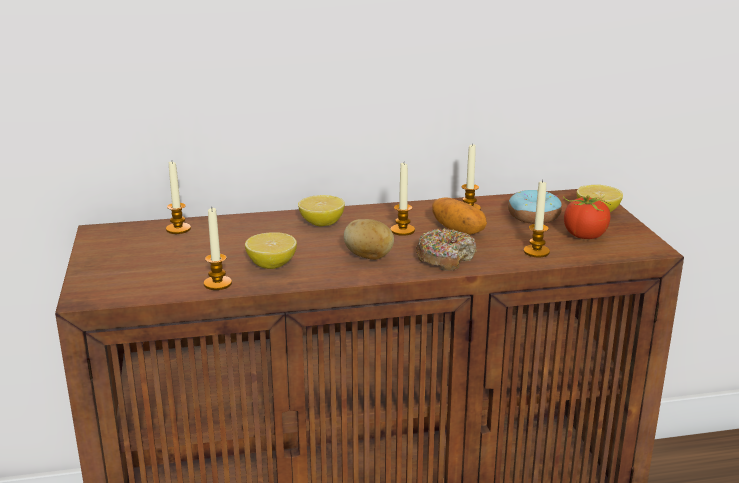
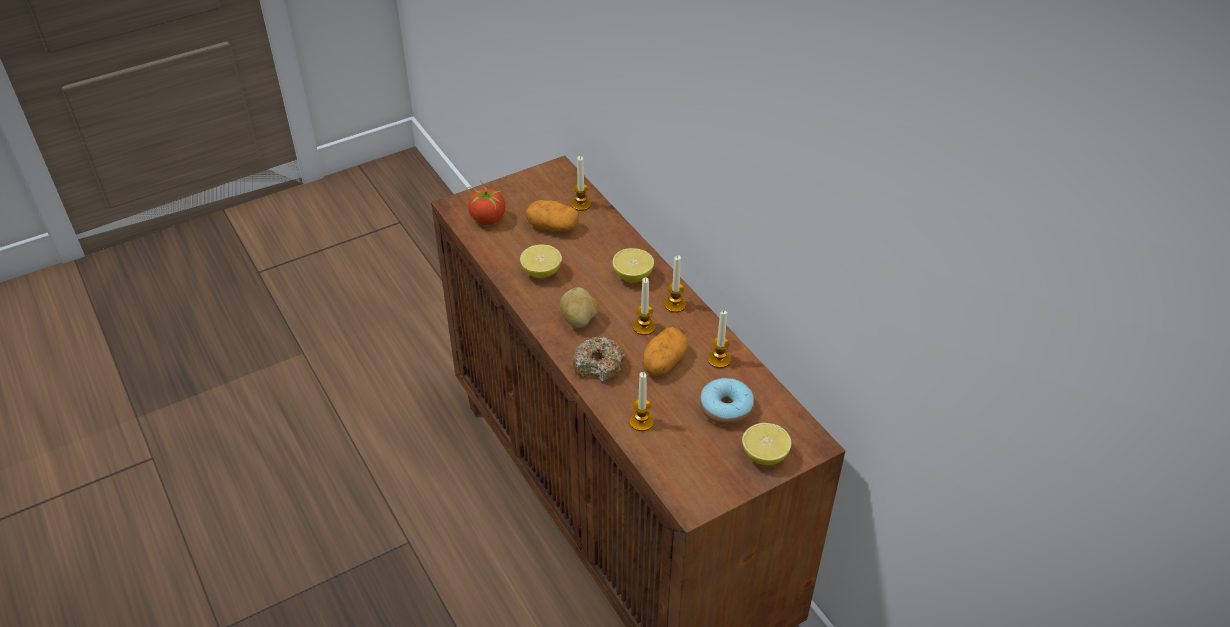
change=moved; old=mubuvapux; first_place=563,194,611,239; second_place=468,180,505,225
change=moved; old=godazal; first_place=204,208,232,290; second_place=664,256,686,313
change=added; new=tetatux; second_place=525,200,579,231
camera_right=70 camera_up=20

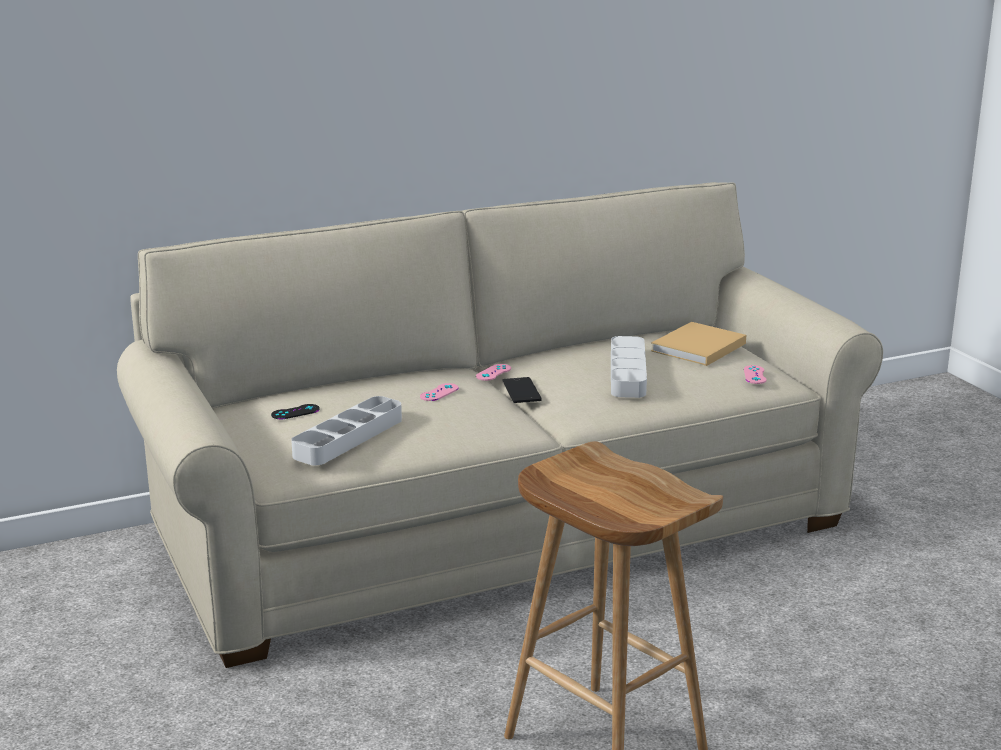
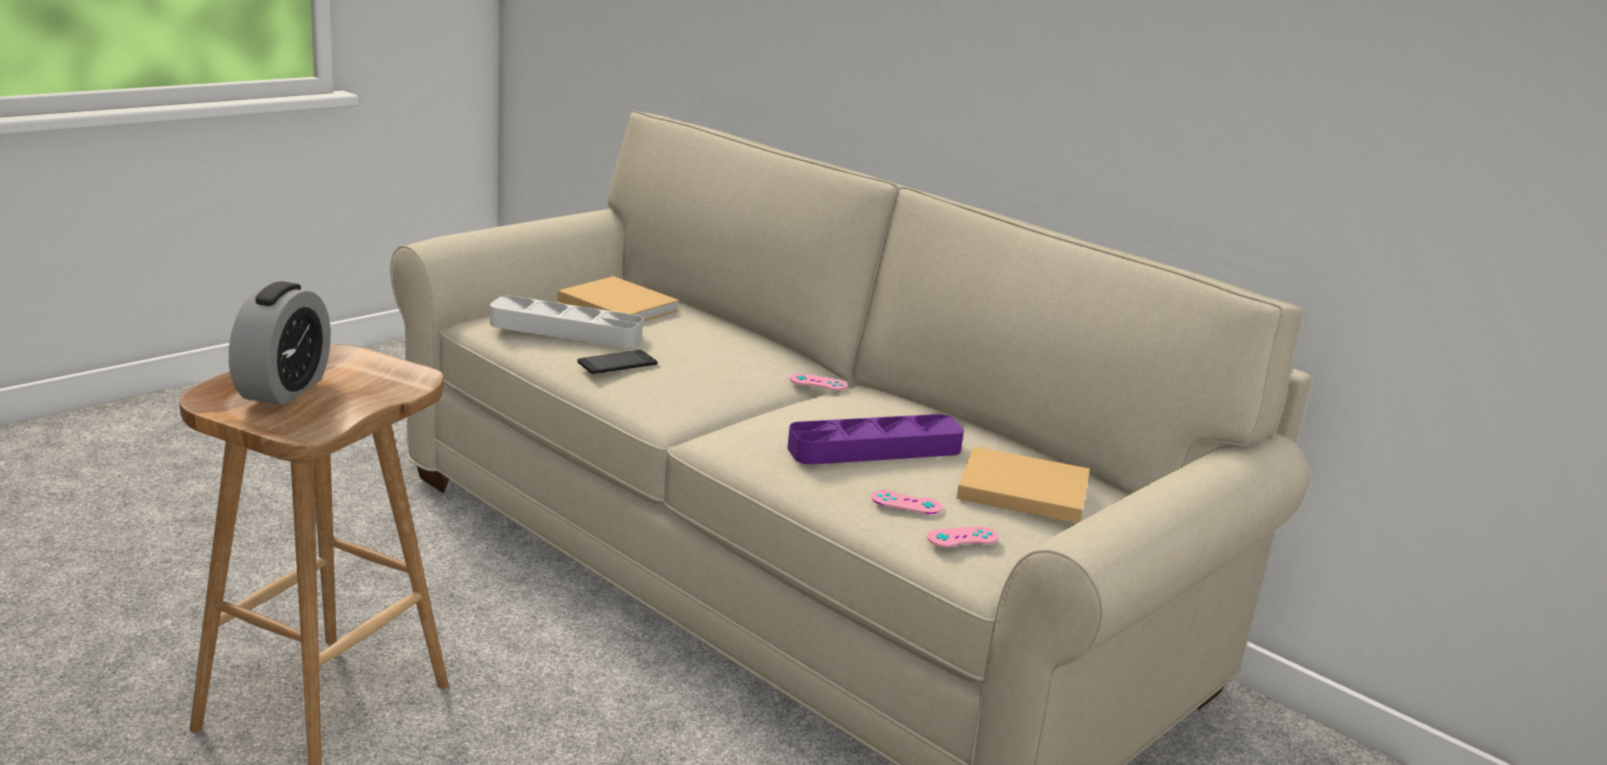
change=recoloured; old=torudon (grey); new=torudon (purple); first_place=611,336,647,398; second_place=787,414,964,465
change=moved; old=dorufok; first_place=503,377,542,403; second_place=577,350,657,374
change=moved; old=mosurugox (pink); first_place=420,383,459,401; second_place=871,490,943,514
change=replaced; old=mosurugox (black); new=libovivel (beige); first_place=271,404,320,419; second_place=558,276,679,321
change=added; new=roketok; second_place=229,281,331,405
camera_right=65 camera_up=0

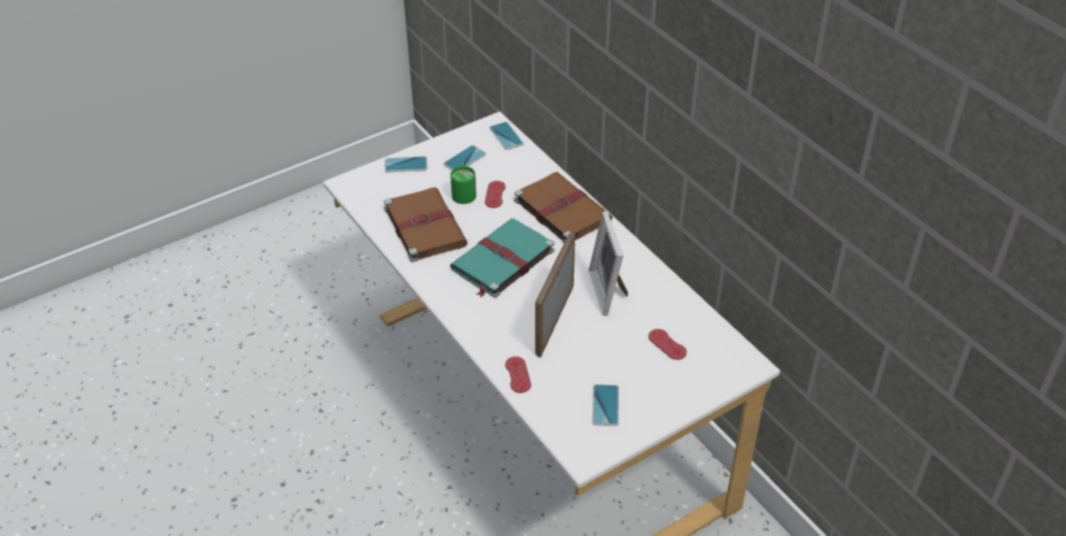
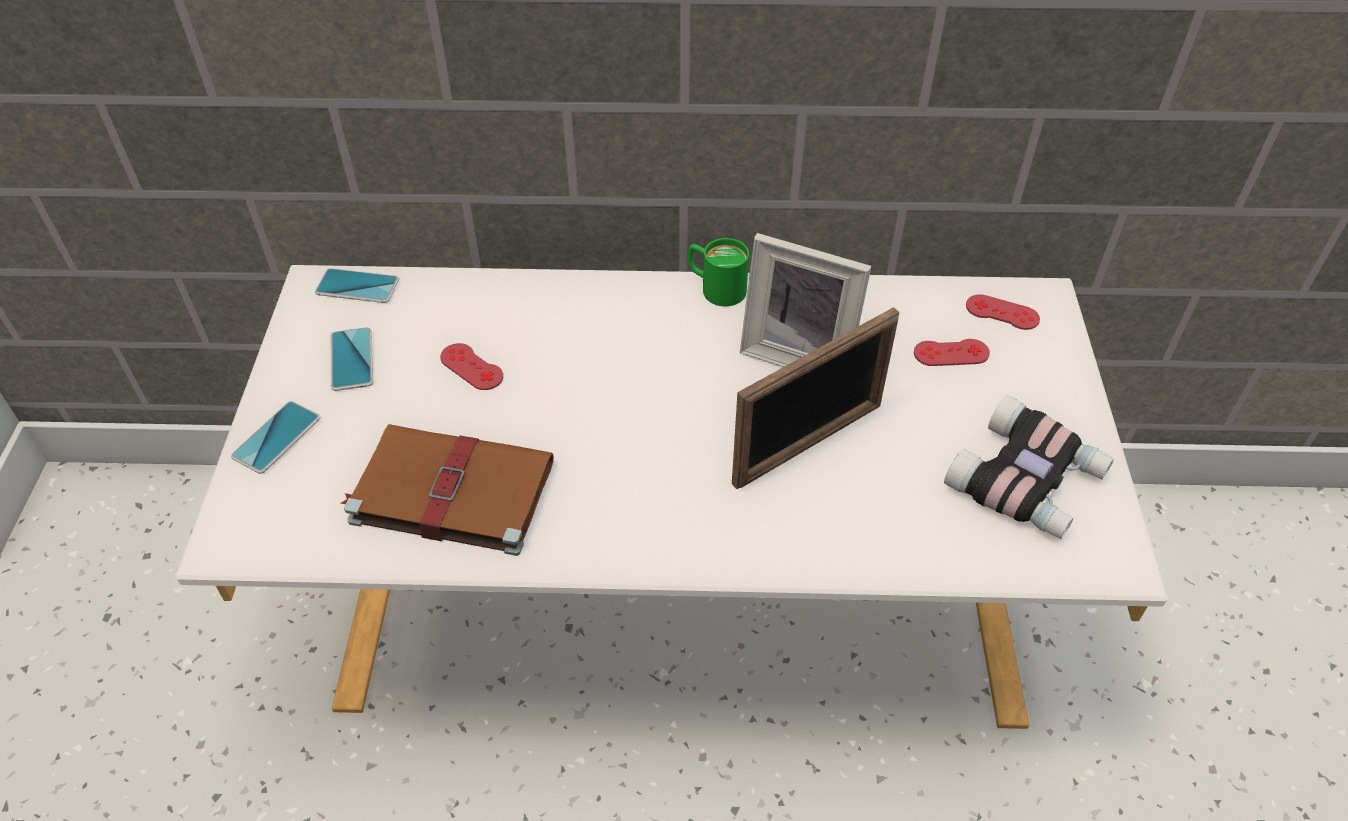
change=moved; old=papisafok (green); first_place=450,163,476,204; second_place=688,238,749,306
change=removed; old=libovivel (brown); first_place=514,172,612,243
change=removed; old=libovivel (turquoise); first_place=450,218,555,298
change=turned; old=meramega; first_place=535,232,575,357; second_place=732,307,899,489; degrees=-90
change=moved; old=mosurugox (red); first_place=505,357,531,393; second_place=966,294,1040,330
change=replaced; old=dorufok; new=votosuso; first_place=592,384,619,426; second_place=944,395,1114,539
camera_right=-55 camera_up=5

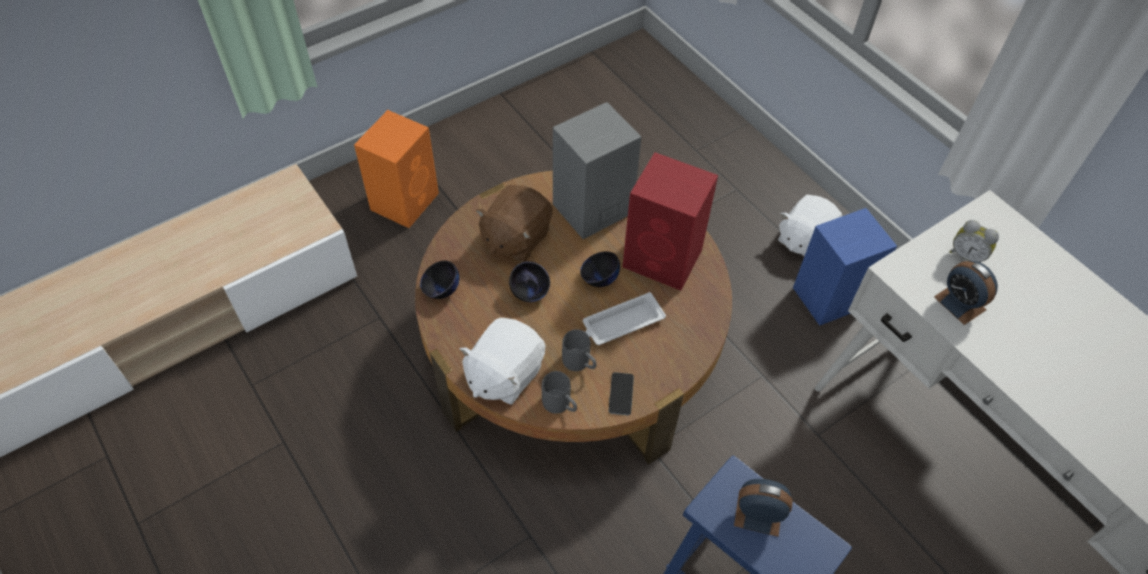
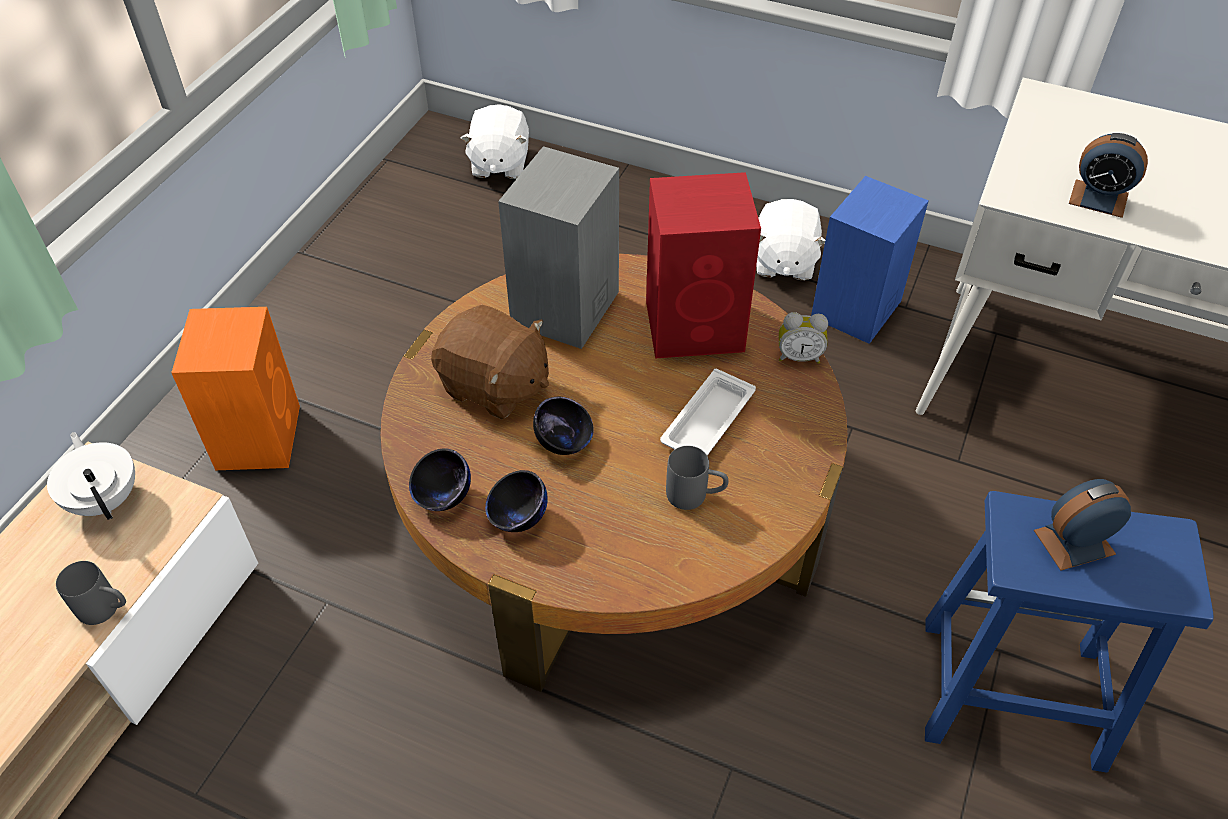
change=turned; old=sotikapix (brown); first_place=476,185,552,262; second_place=431,305,549,419; degrees=-60
change=moved; old=roketok; first_place=950,220,999,263; second_place=779,312,828,364
change=moved; old=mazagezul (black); first_place=580,251,620,287; second_place=485,470,548,532
change=moved; old=sotikapix (white); first_place=459,318,546,405; second_place=460,104,529,179
change=moved; old=papisafok (grey); first_place=542,371,577,414; second_place=56,561,126,625
change=removed; old=dorufok; first_place=609,372,634,415
change=added; new=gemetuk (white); second_place=47,432,135,520
camera_right=-30 camera_up=-5

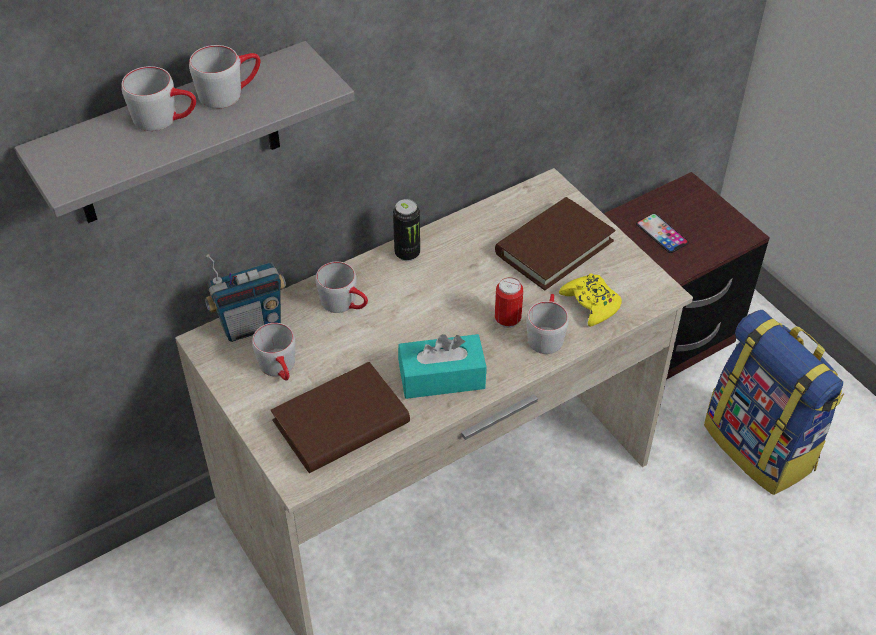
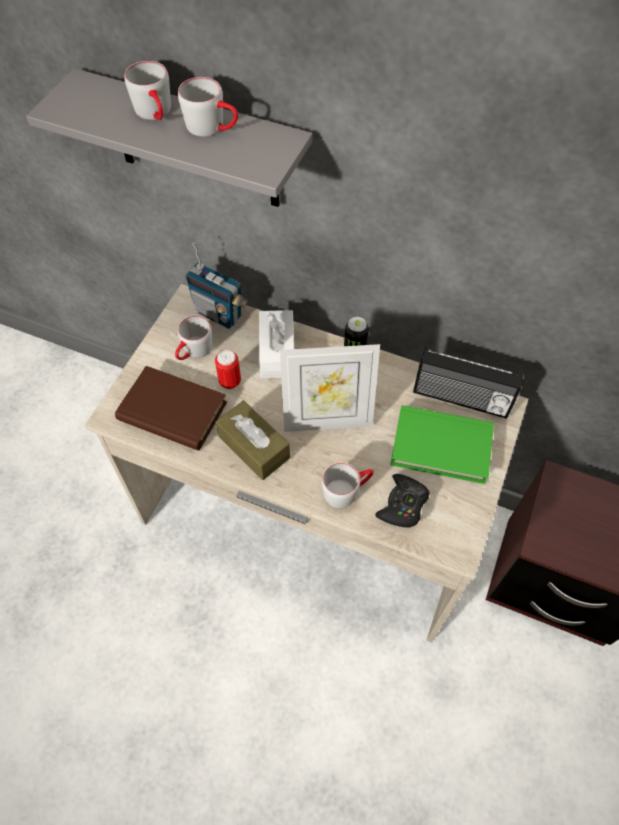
change=recoloured; old=libovivel (brown); new=libovivel (green); first_place=495,197,615,290; second_place=390,405,494,484
change=removed; old=dorufok; first_place=636,213,689,253
change=replaced; old=papisafok (grey); new=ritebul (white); first_place=315,262,368,313; second_place=259,310,294,378
change=recoloured; old=mosurugox (yellow); new=mosurugox (black); first_place=559,273,622,327; second_place=375,474,430,527
change=moved; old=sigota; first_place=495,277,523,328; second_place=215,350,241,389
change=removed; old=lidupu; first_place=704,310,844,495
change=recoloured; old=ritebul (turquoise); new=ritebul (brown); first_place=398,334,486,399; second_place=216,401,290,480
change=added; new=meramega; second_place=280,344,380,432
change=added; new=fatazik; second_place=413,347,524,419
camera_right=55 camera_up=10

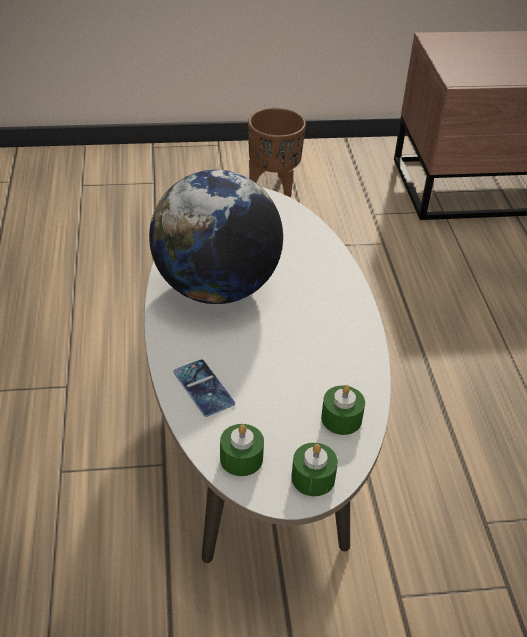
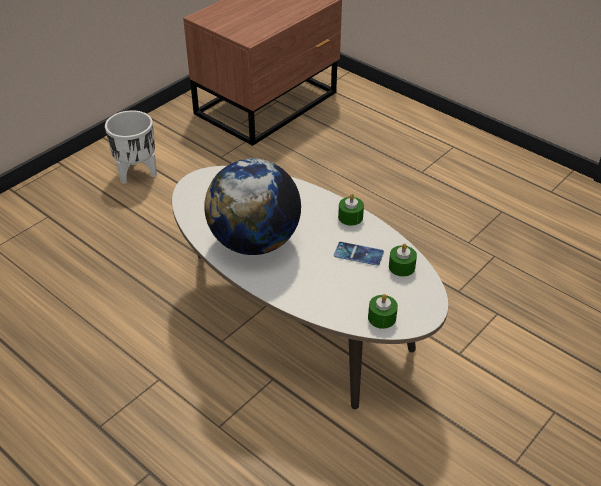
change=recoloured; old=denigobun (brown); new=denigobun (white); first_place=248,108,306,198; second_place=105,110,157,184
change=moved; old=dorufok; first_place=174,359,235,417; second_place=334,242,384,266
change=moved; old=godazal (green); first_place=291,443,338,496; second_place=338,194,364,226
camera_right=-40 camera_up=0

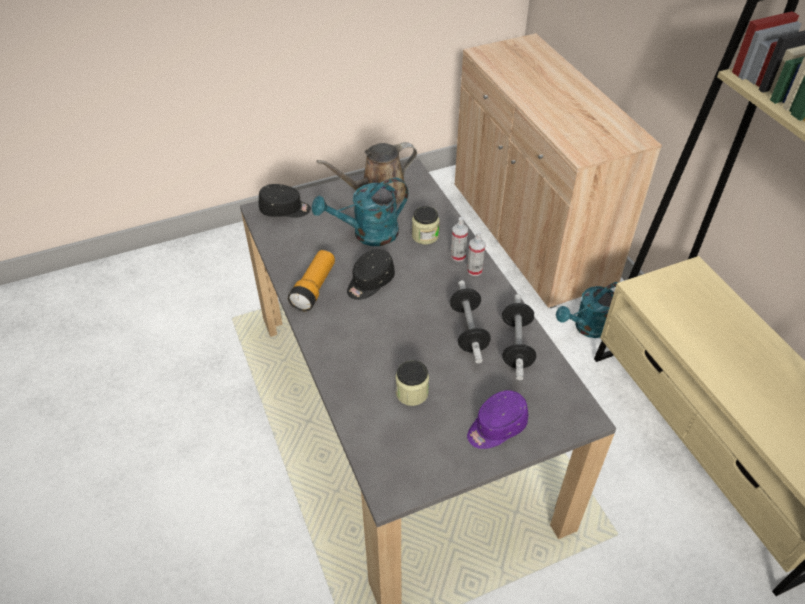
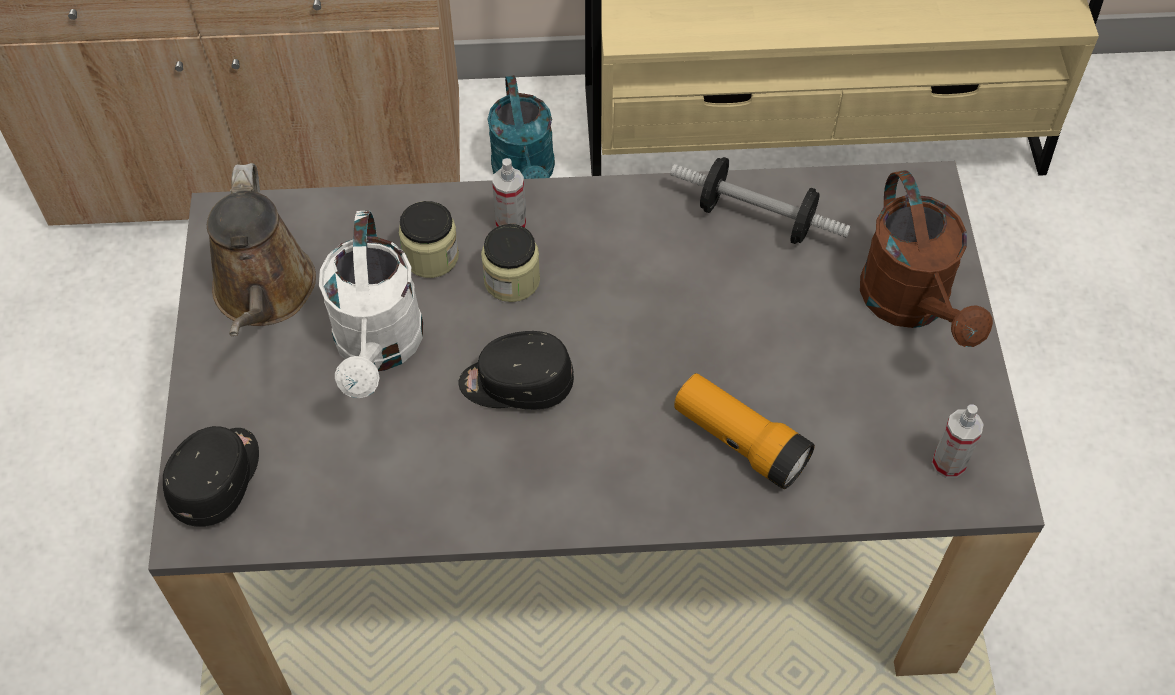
change=recoloured; old=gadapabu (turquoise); new=gadapabu (white); first_place=312,178,408,246; second_place=319,211,423,398
change=moved; old=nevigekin; first_place=467,231,486,276; second_place=932,405,984,478
change=turned; old=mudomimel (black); first_place=347,249,395,300; second_place=458,331,574,410; degrees=120
change=moved; old=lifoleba; first_place=288,250,335,312; second_place=674,373,815,489
change=removed; old=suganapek; first_place=450,280,491,363
change=moved; old=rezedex; first_place=395,360,429,406; second_place=481,224,540,302
change=replaced; old=mudomimel (purple); new=gadapabu (brown); first_place=467,390,528,449; second_place=860,170,993,347
camera_right=-70 camera_up=10

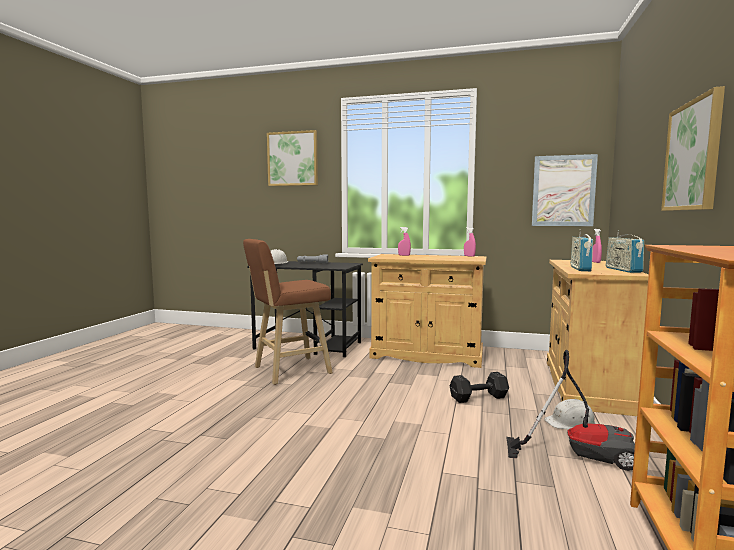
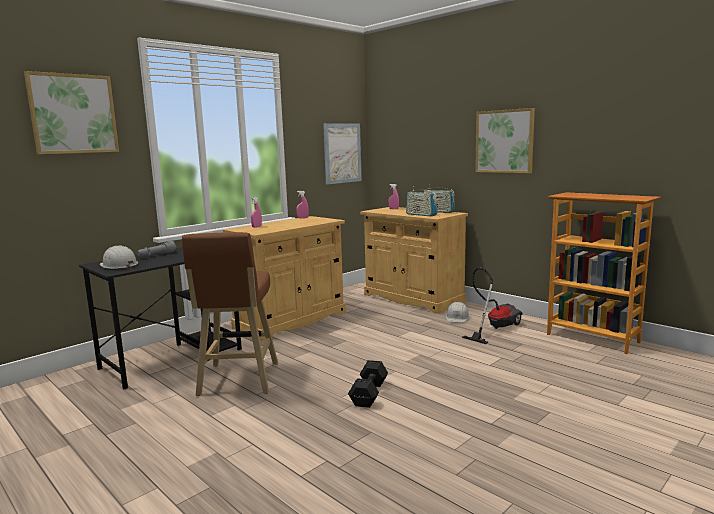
change=moved; old=suganapek (black); first_place=450,372,509,403; second_place=348,360,388,408
camera_right=-60 camera_up=5

